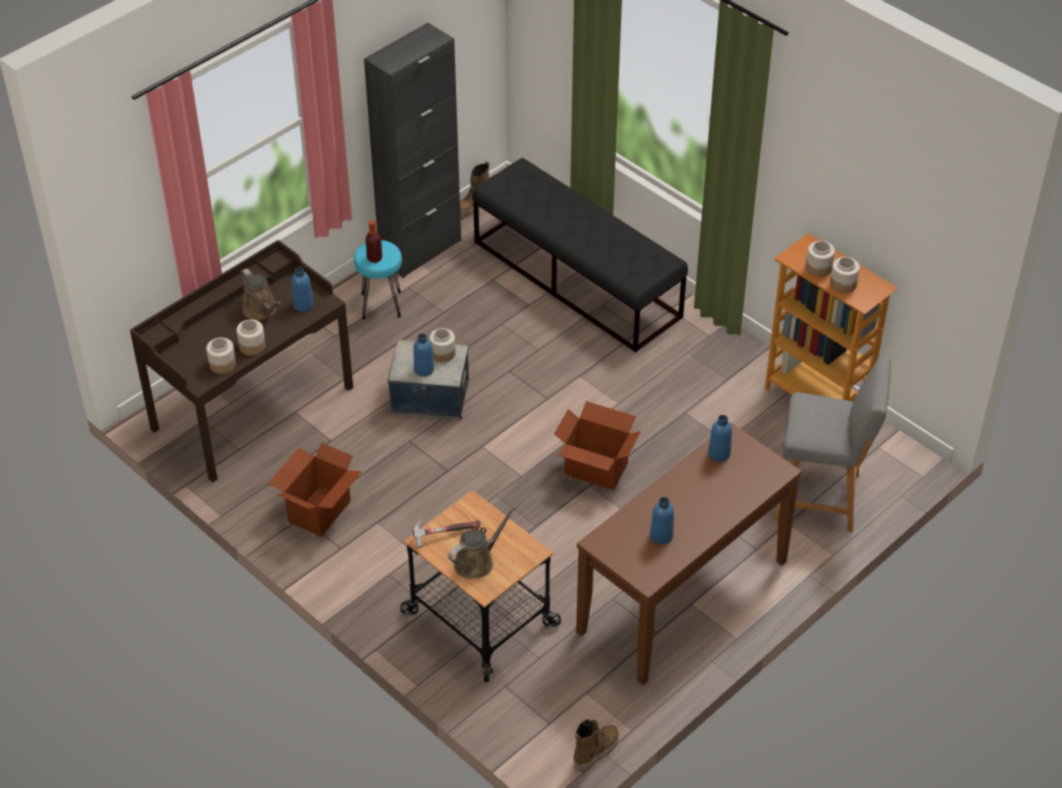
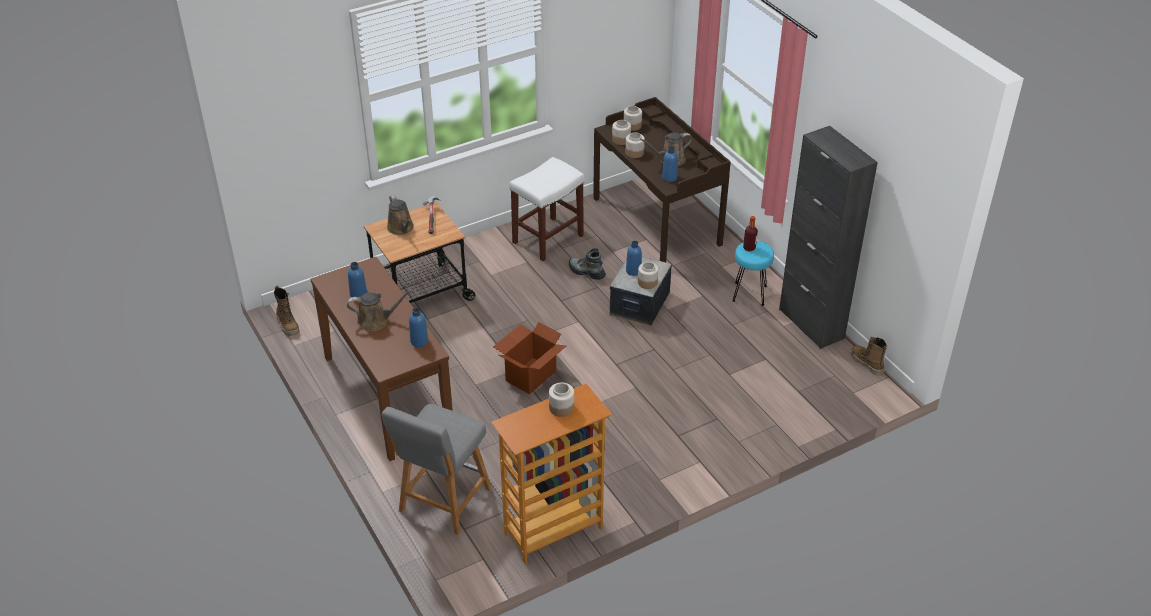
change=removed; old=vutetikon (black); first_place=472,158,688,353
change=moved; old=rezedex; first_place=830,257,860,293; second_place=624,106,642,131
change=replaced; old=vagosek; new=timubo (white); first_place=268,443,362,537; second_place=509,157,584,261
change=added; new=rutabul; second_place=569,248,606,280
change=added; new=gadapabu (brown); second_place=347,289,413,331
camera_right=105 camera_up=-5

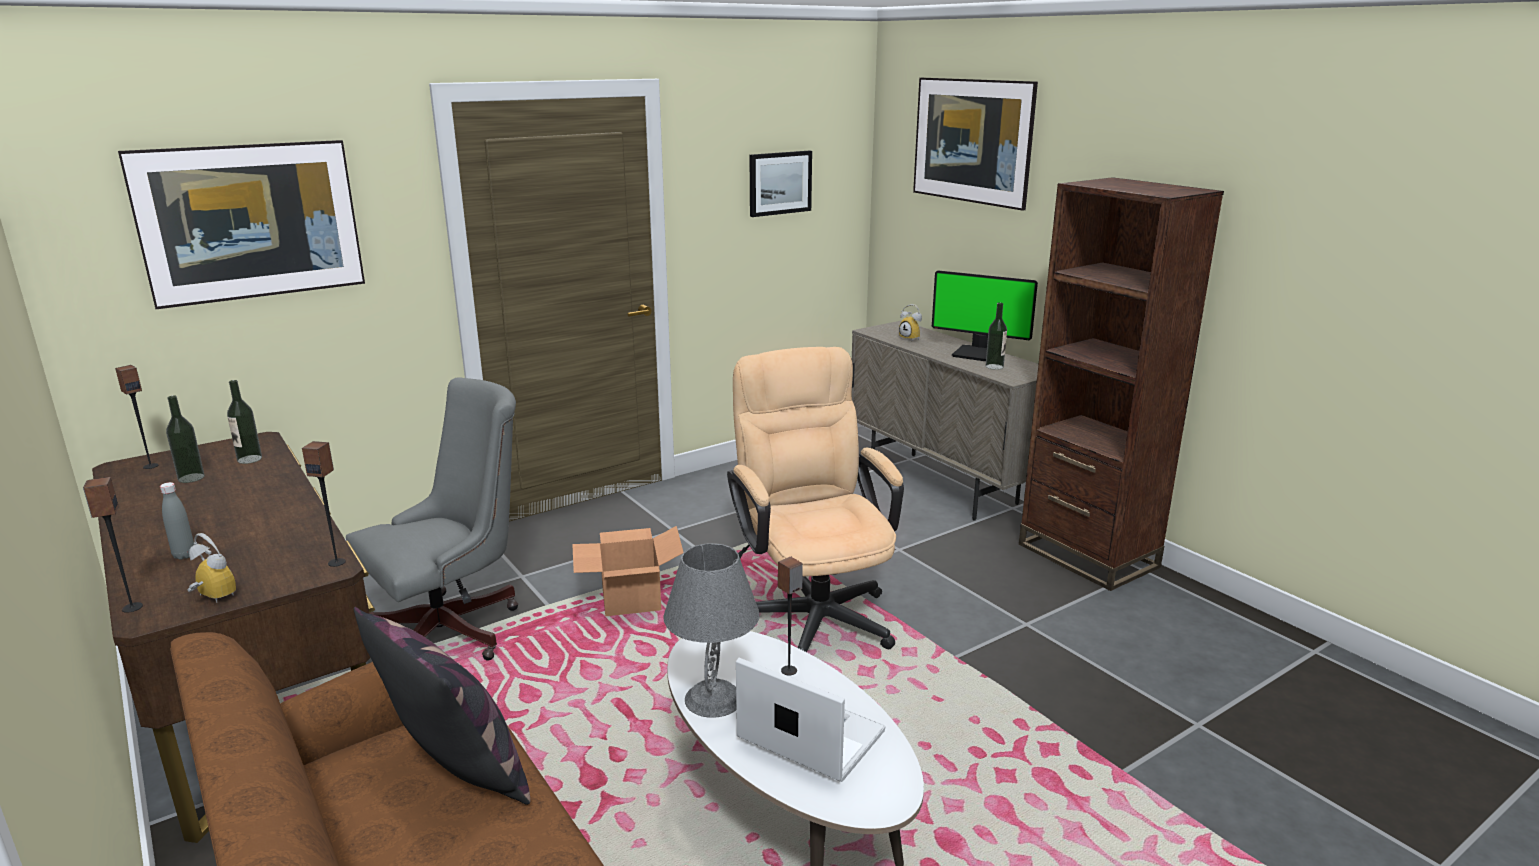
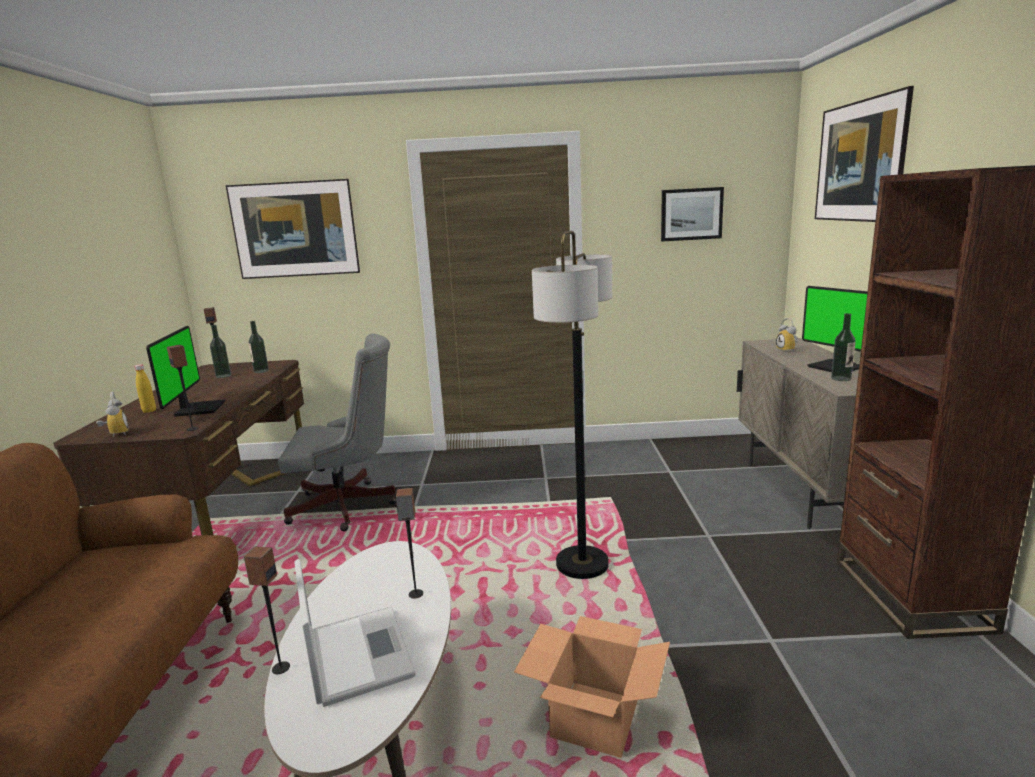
change=replaced; old=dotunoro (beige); new=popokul; first_place=727,347,904,652; second_place=532,231,612,579
change=moved; old=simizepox; first_place=83,477,143,613; second_place=244,547,290,674
change=recoloured; old=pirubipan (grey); new=pirubipan (yellow); first_place=160,482,194,560; second_place=135,364,156,413
change=moved; old=vagosek; first_place=572,526,684,616; second_place=514,616,670,758
change=removed; old=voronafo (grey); first_place=663,543,760,718
change=removed; old=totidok; first_place=354,607,531,805
change=added; new=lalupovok; second_place=146,326,225,417
camera_right=35 camera_up=-5

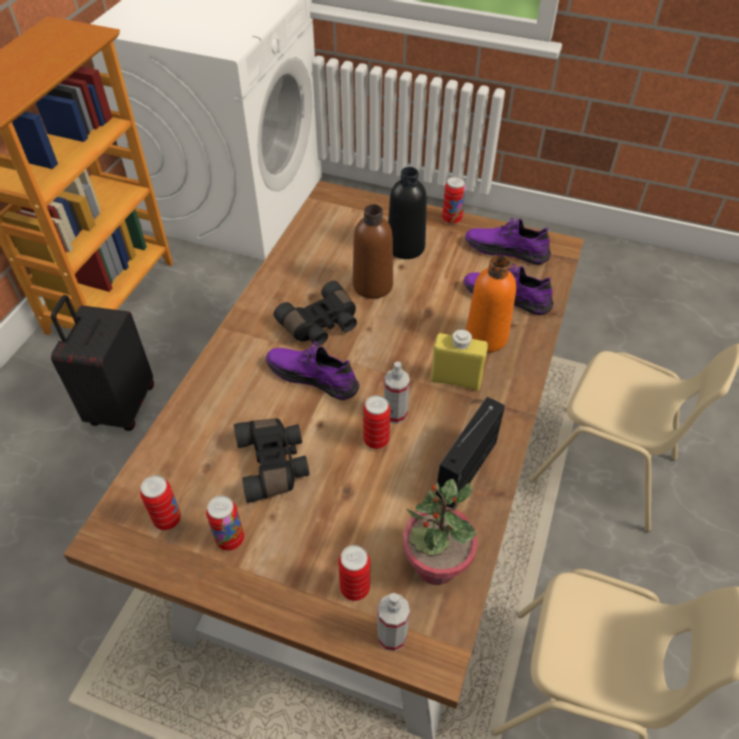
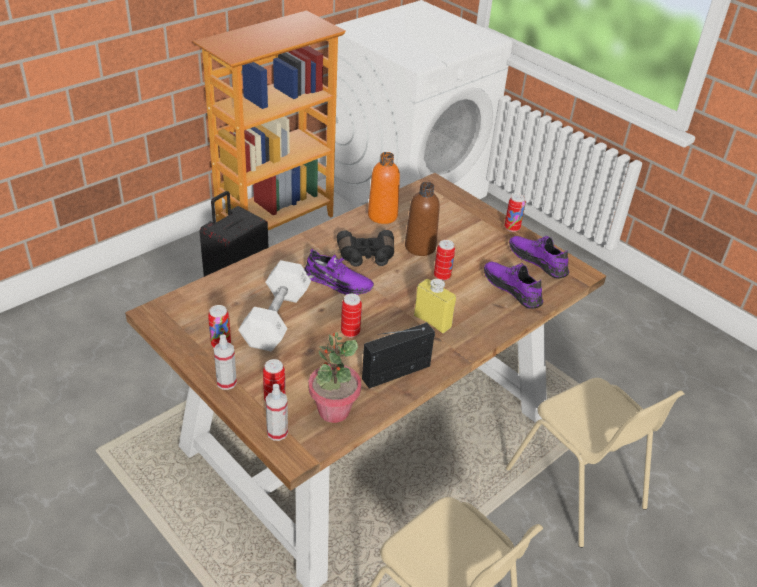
change=removed; old=pirubipan (black); first_place=388,167,427,259
change=moved; old=pirubipan (orange); first_place=466,256,516,352; second_place=368,152,400,224
change=turned; old=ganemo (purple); first_place=266,342,359,400; second_place=304,249,374,295; degrees=150
change=moved; old=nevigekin; first_place=384,362,410,424; second_place=214,334,237,390
change=replaced; old=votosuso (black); new=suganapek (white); first_place=234,418,310,503; second_place=238,260,311,352
change=moved; old=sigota; first_place=140,475,181,530; second_place=434,240,455,281
camera_right=25 camera_up=-10

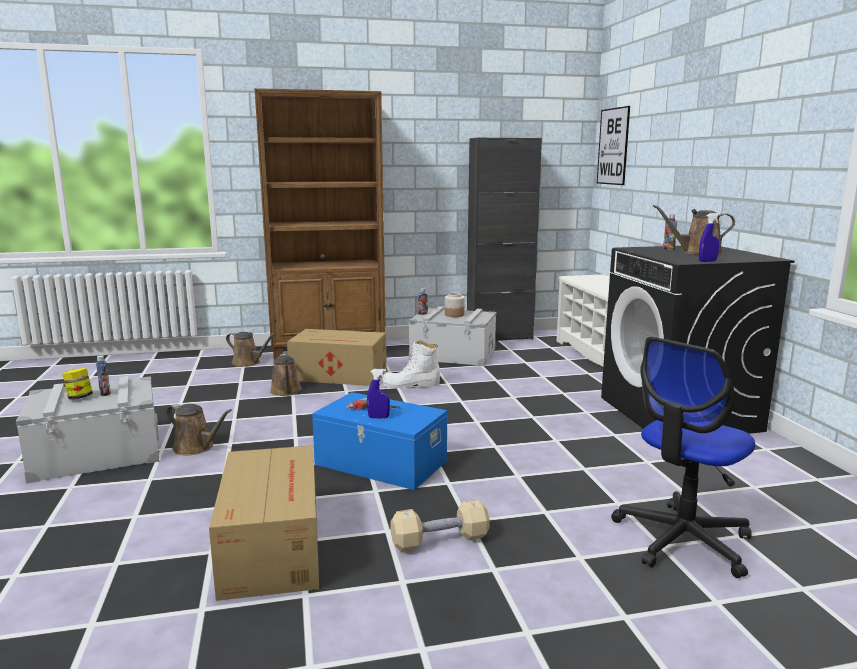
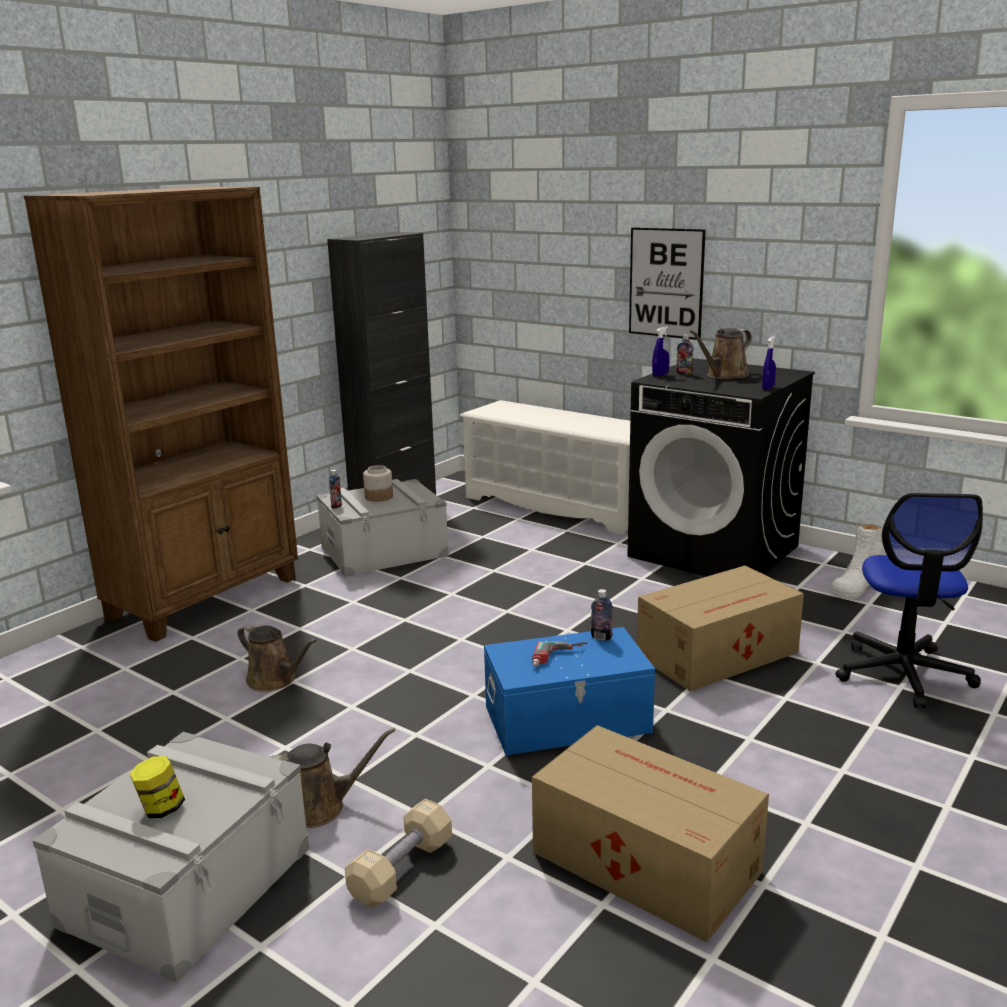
change=moved; old=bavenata; first_place=597,106,630,185; second_place=629,227,706,340
change=moved; old=vagosek; first_place=287,329,387,386; second_place=637,566,804,691
change=removed; old=gadapabu (brown); first_place=226,332,276,367
change=moved; old=rutabul (white); first_place=383,340,440,388; second_place=831,523,883,599
change=moved; old=pirubipan; first_place=96,355,111,396; second_place=591,589,613,641
change=moved; old=nevigekin (blue); first_place=367,369,390,419; second_place=652,327,669,377
change=moved; old=suganapek (beige); first_place=390,499,490,552; second_place=345,799,452,908
camera_right=-40 camera_up=5

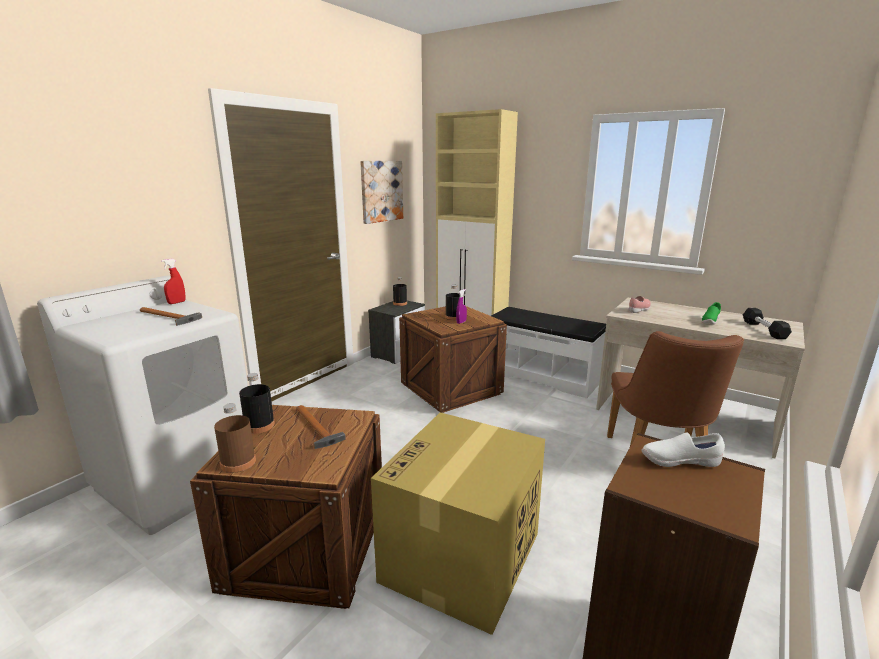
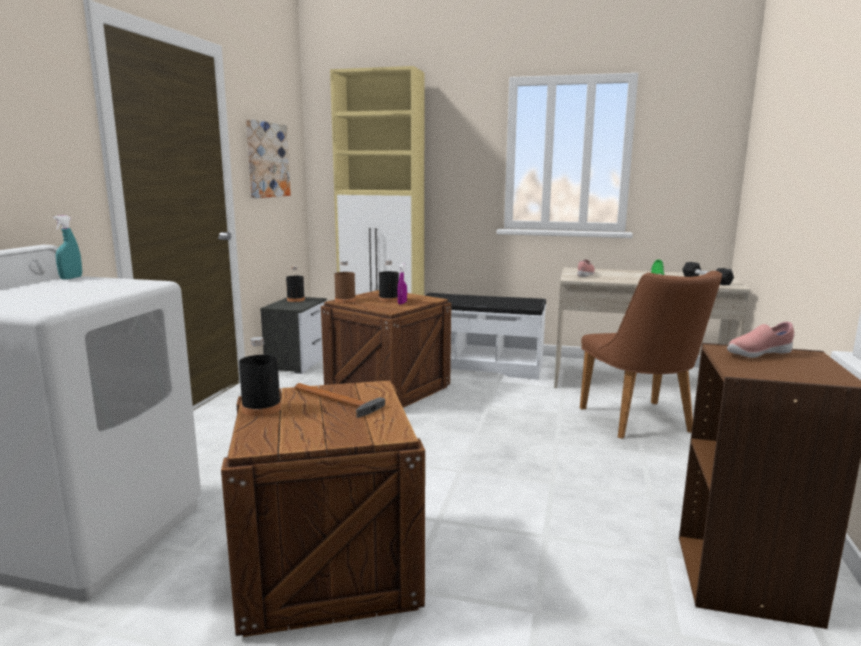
change=recoloured; old=nevigekin (red); new=nevigekin (turquoise); first_place=161,259,186,304; second_place=53,215,82,279
change=removed; old=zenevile; first_place=140,307,202,326
change=moved; old=pirubipan (brown); first_place=214,403,256,473; second_place=334,261,356,303
change=removed; old=vagosek; first_place=371,412,545,635
change=recoloured; old=ganemo (white); new=ganemo (pink); first_place=642,433,725,467; second_place=727,322,794,358
camera_right=-20 camera_up=-5

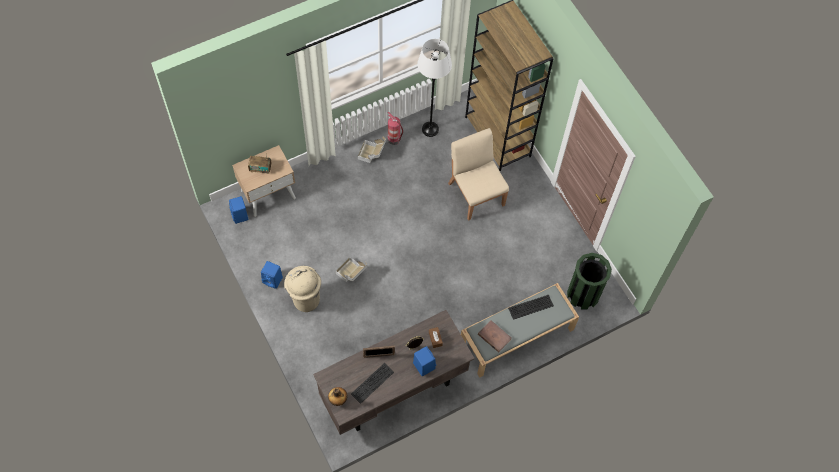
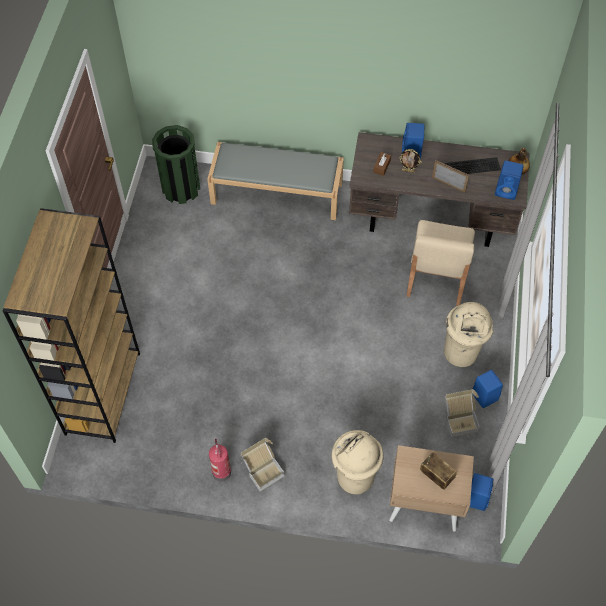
change=removed; old=popokul (white); first_place=417,39,452,137
change=moved; old=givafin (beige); first_place=448,128,509,221; second_place=407,220,475,306
change=moved; old=vagosek; first_place=336,257,367,282; second_place=444,389,480,437
change=removed; old=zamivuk; first_place=508,295,554,320
change=removed; old=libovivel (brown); first_place=478,320,511,353
change=added; new=simizepox (blue); second_place=495,160,524,200
change=added; new=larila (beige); second_place=332,430,383,494
camera_right=-140 camera_up=-5

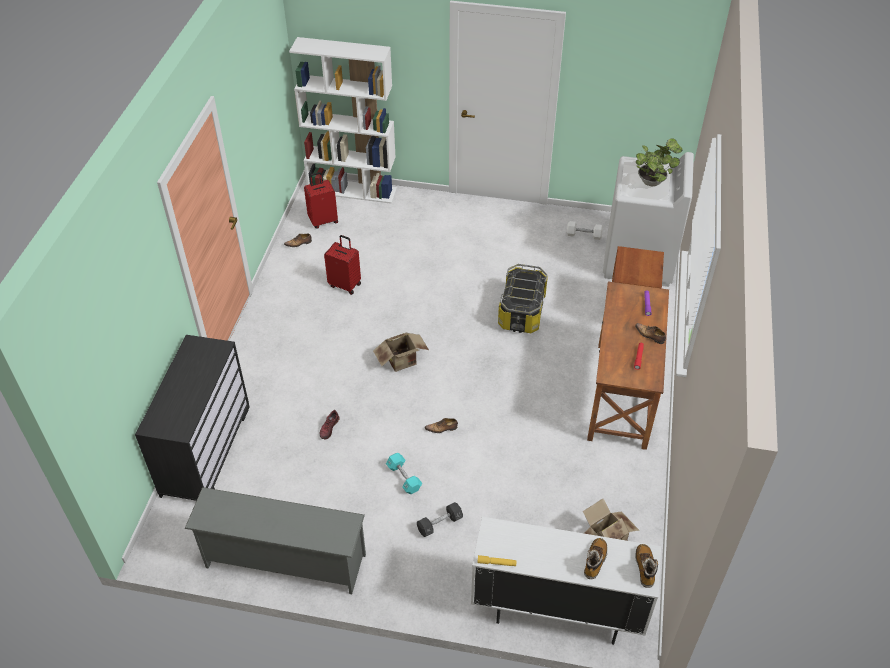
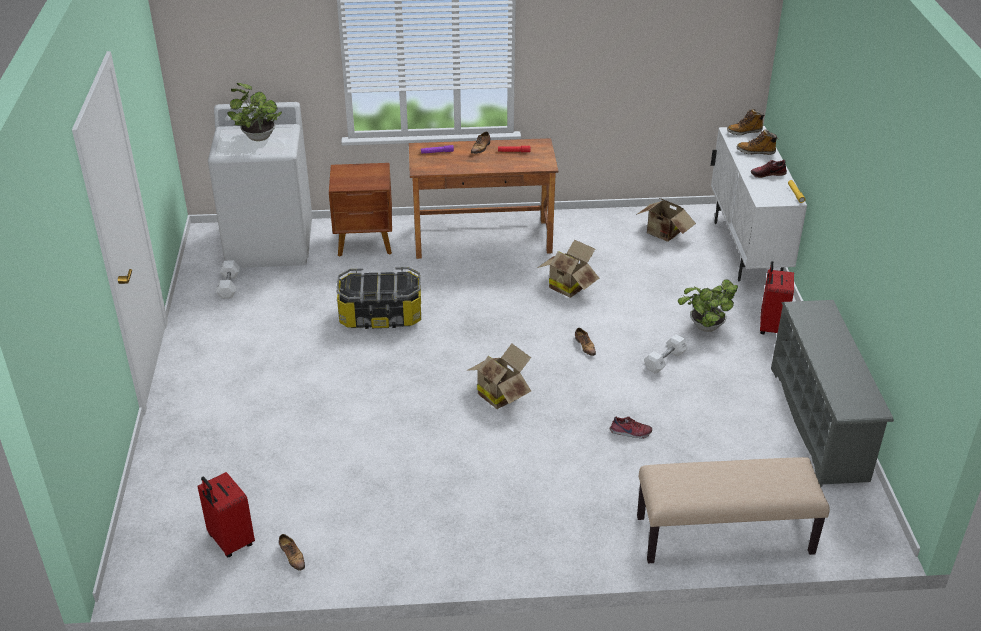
change=removed; old=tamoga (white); first_place=289,37,397,204
change=moved; old=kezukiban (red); first_place=324,235,361,295; second_place=760,261,794,334
change=replaced; old=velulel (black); new=vutetikon (beige); first_place=135,335,250,501; second_place=637,457,830,563
change=recoloured; old=suganapek (turquoise); new=suganapek (white); first_place=386,453,422,494; second_place=644,334,688,374
change=replaced; old=suganapek (black); new=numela; first_place=417,502,463,537; second_place=678,279,738,332
change=added; new=ganemo; second_place=751,160,787,178
change=added; new=vagosek; second_place=537,240,599,298
camera_right=-105 camera_up=-10

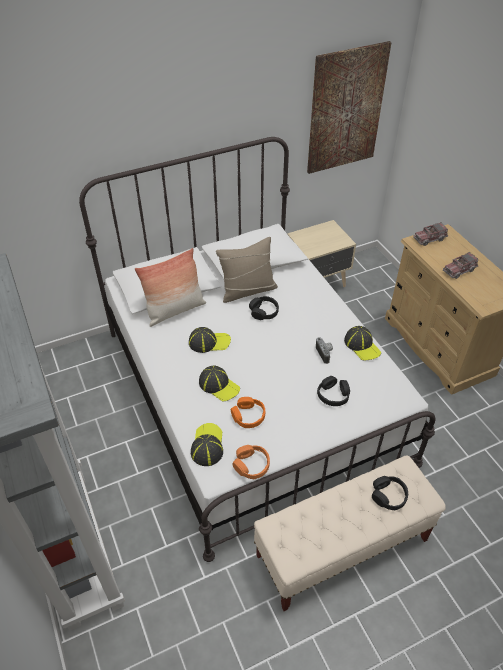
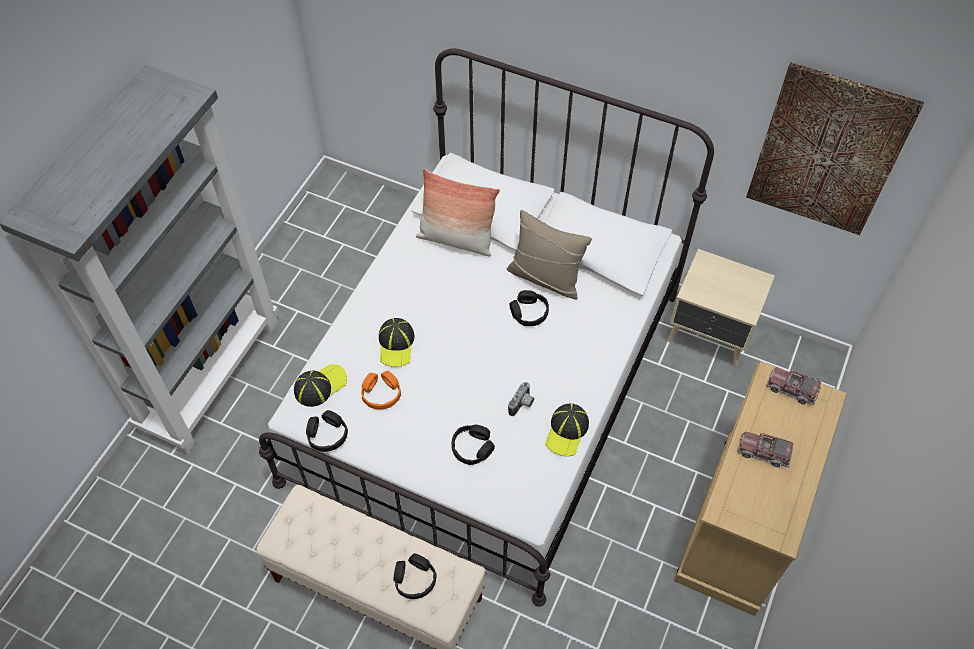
change=removed; old=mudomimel; first_place=189,327,231,353
change=recoloured; old=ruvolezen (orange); new=ruvolezen (black); first_place=233,445,270,479; second_place=306,410,348,452
camera_right=50 camera_up=10

